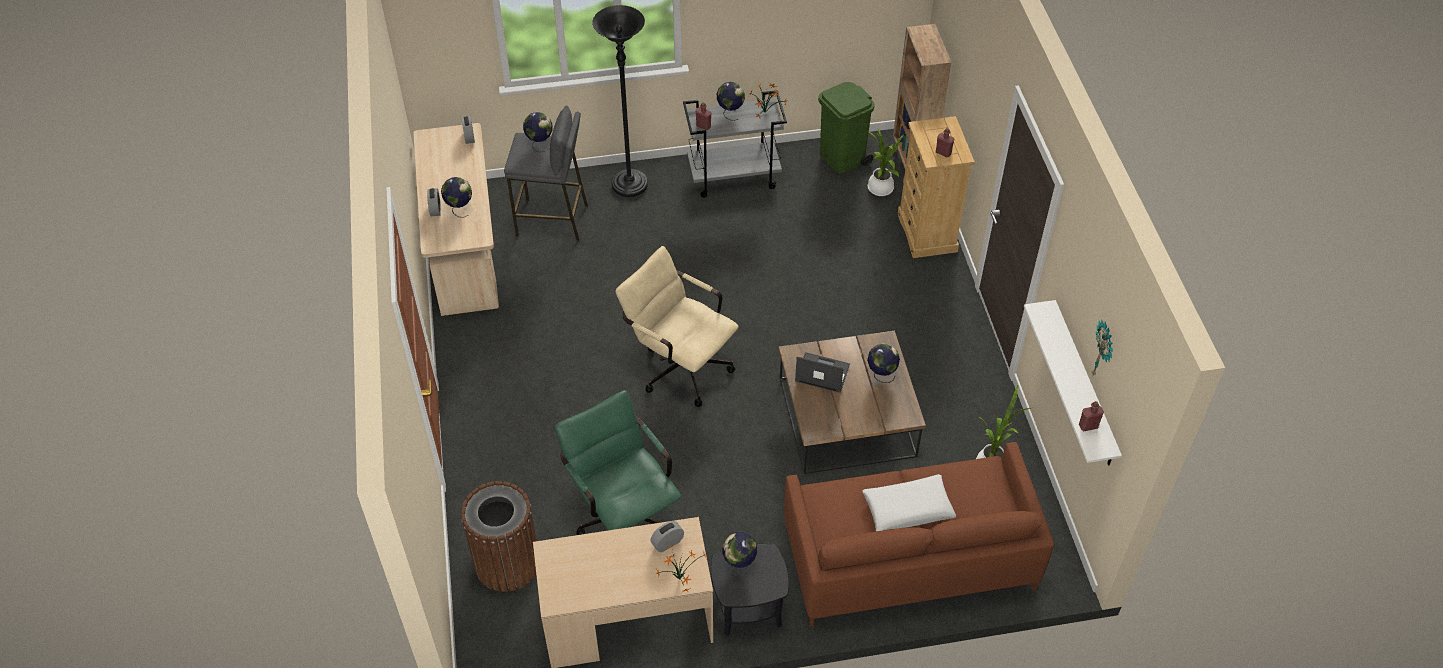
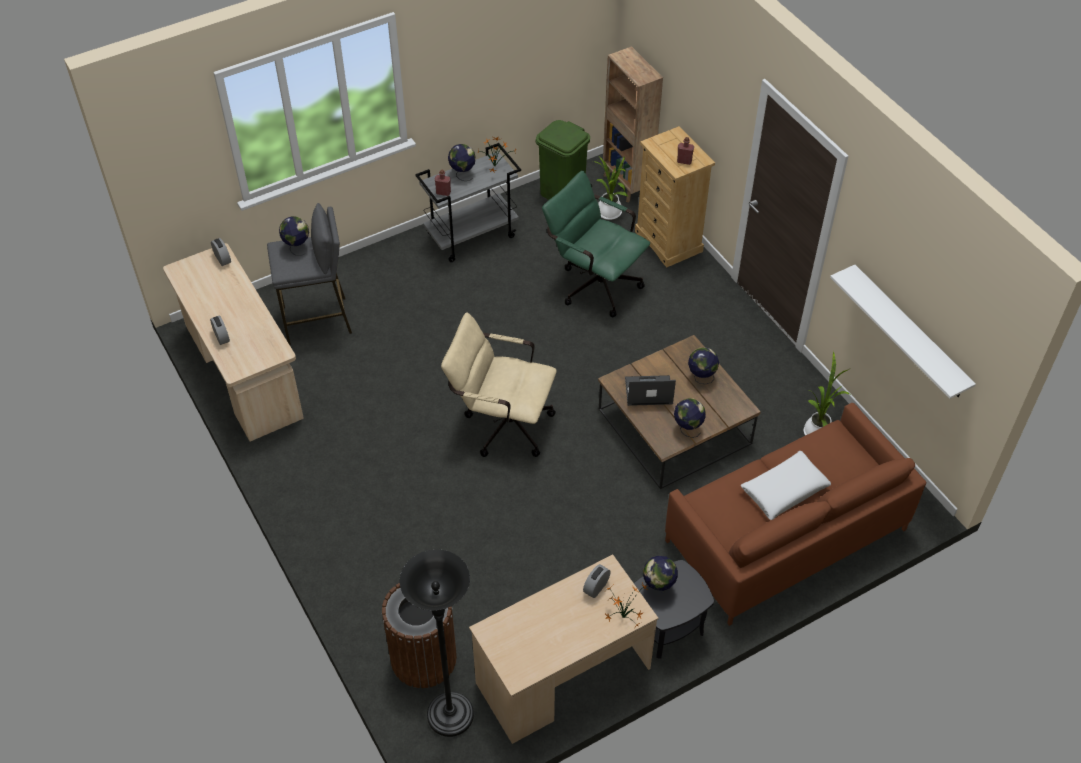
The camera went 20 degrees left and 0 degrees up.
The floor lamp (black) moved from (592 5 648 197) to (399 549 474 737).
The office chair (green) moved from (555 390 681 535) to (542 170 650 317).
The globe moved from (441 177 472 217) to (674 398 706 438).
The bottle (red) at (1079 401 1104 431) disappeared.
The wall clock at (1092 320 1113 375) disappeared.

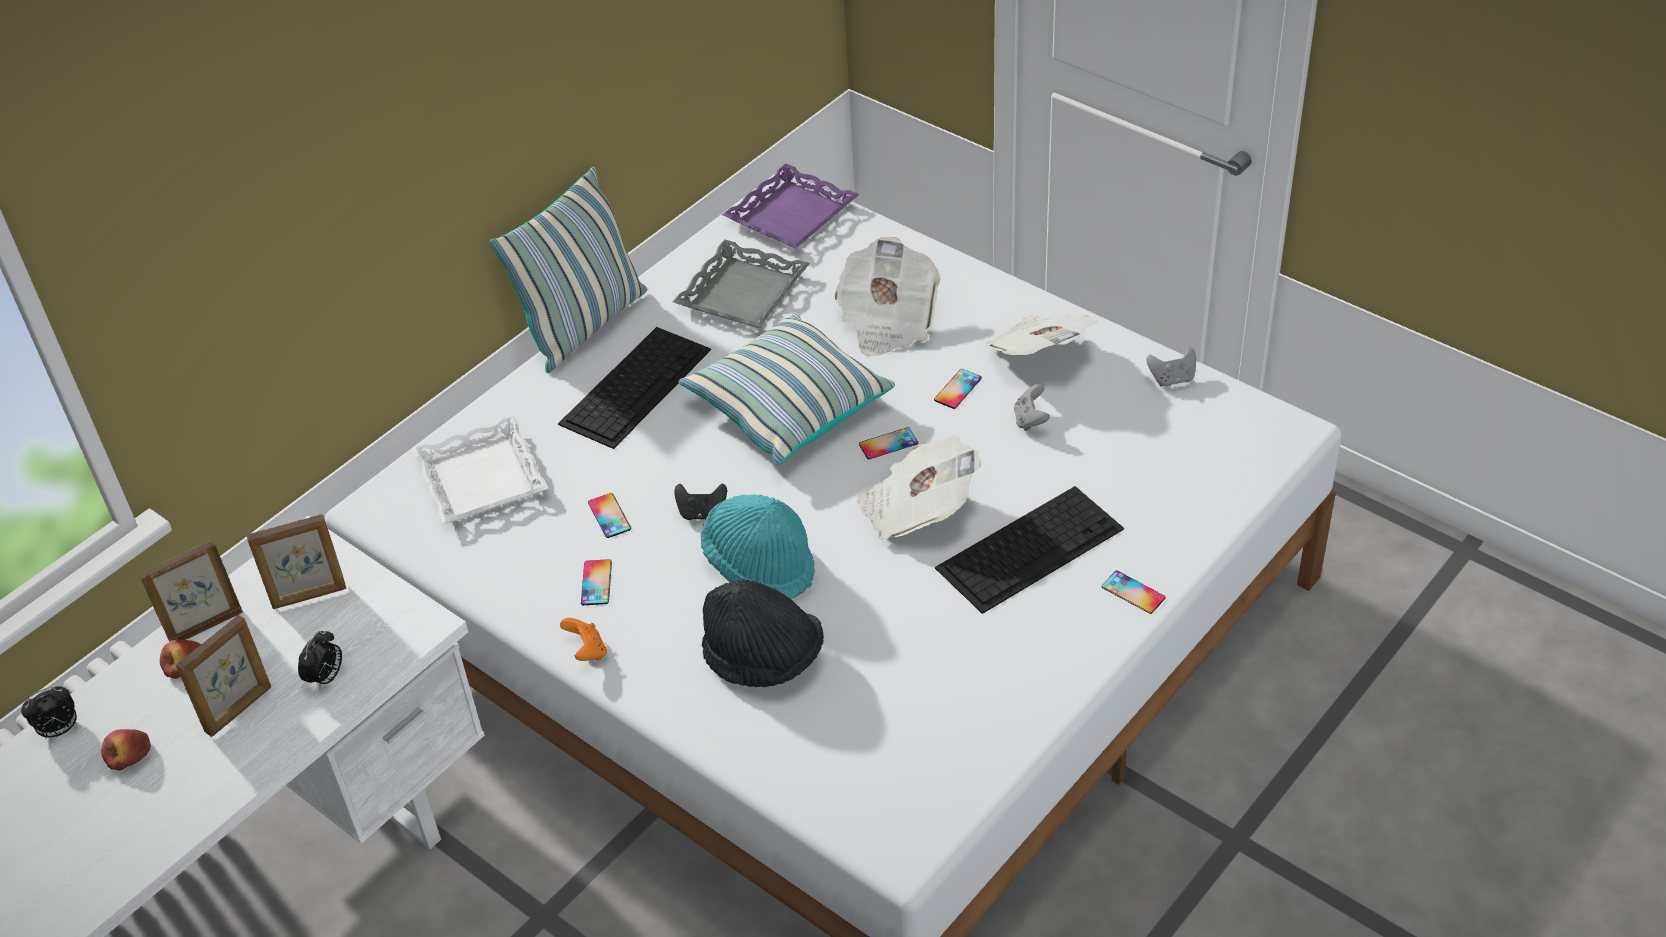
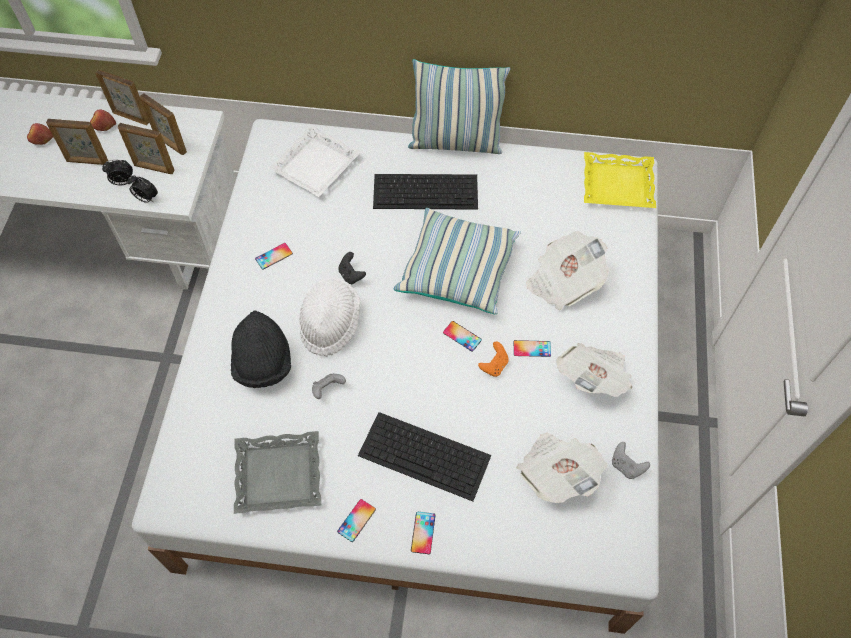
The camera went 55 degrees right and 15 degrees up.
The picture frame at (118 123 175 174) appeared.
The alarm clock moved from (21 686 78 739) to (127 175 158 203).
The tray (grey) moved from (673 239 810 328) to (234 431 321 514).
The hat (turquoise) at (701 494 815 599) became the hat (white) at (299 278 360 357).
The game controller (grey) moved from (1014 384 1050 431) to (312 373 346 399).
The phone moved from (588 493 631 538) to (337 499 376 542).
The game controller (orange) moved from (560 618 607 661) to (478 342 508 377).
The newspaper moved from (857 435 981 541) to (516 433 607 503).
The tray (purple) at (722 163 860 248) became the tray (yellow) at (584 152 656 208).

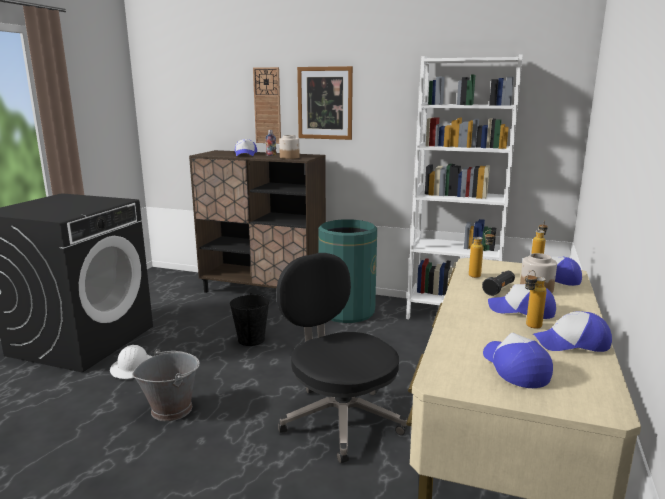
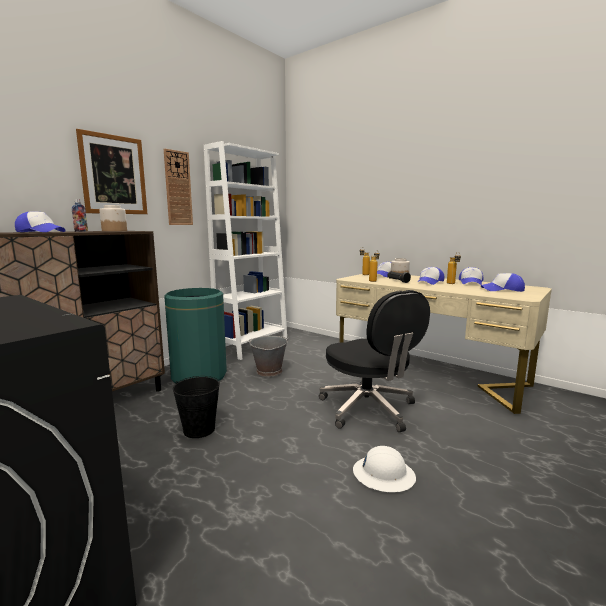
The camera went 70 degrees left and 5 degrees down.
The wall clock moved from (253 67 281 144) to (164 149 193 225).
The bucket (grey) moved from (132 349 200 421) to (247 336 289 377).
The office chair (black) at (277 253 407 464) turned 105 degrees counterclockwise.
The hard hat (white) moved from (110 345 153 379) to (353 446 416 492).

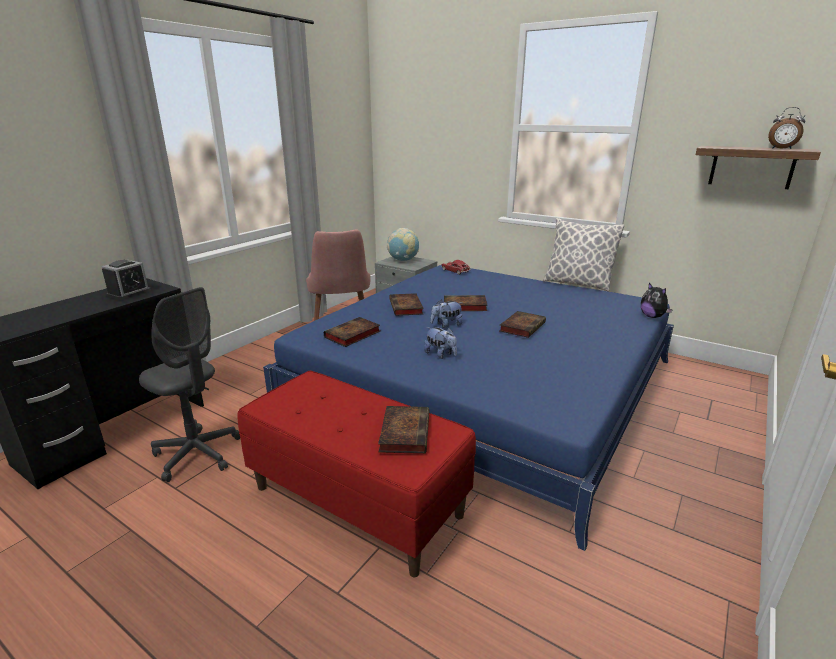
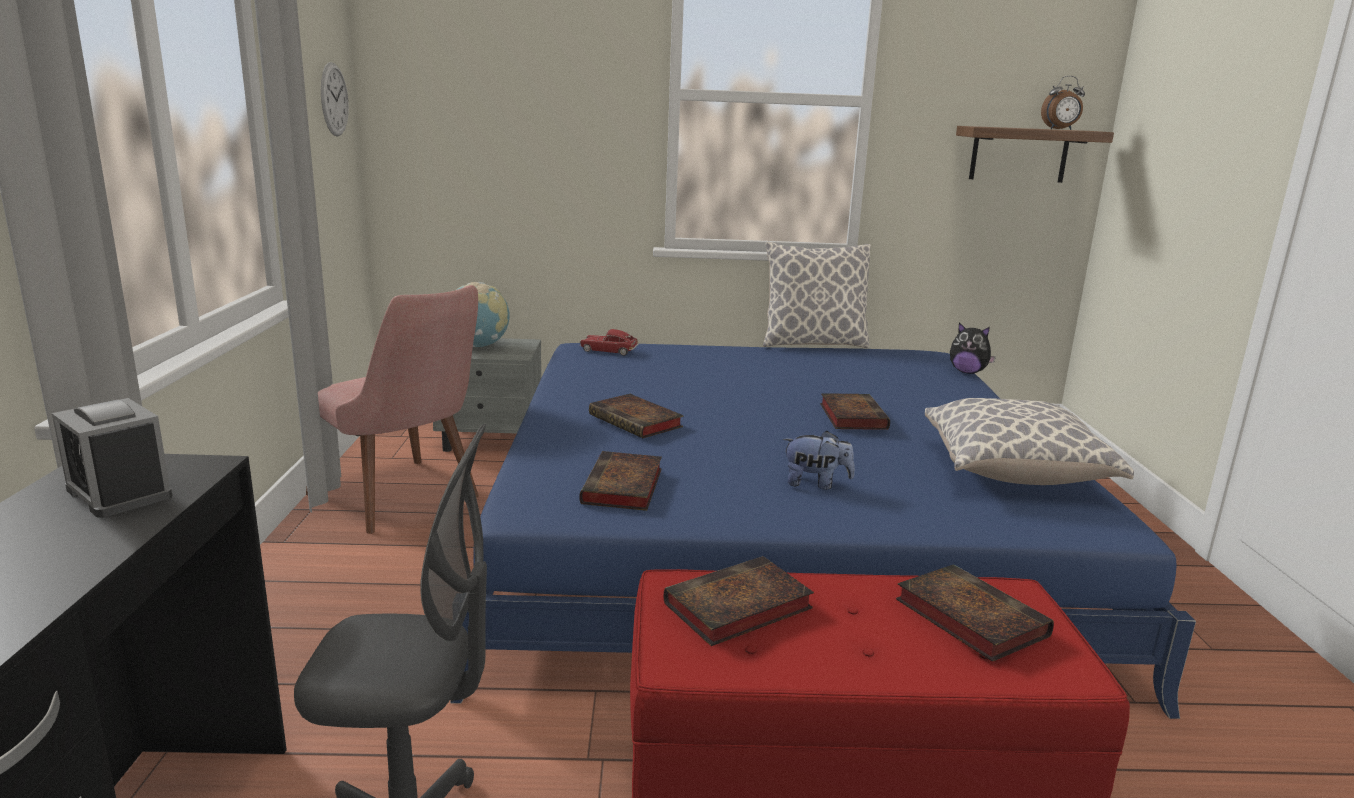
The camera went 35 degrees left and 5 degrees down.
The alarm clock at (102 260 151 300) turned 135 degrees clockwise.
The wall clock at (321 62 349 137) appeared.
The book moved from (444 295 488 311) to (664 556 814 646).
The pillow at (925 398 1134 485) appeared.
The plush toy at (430 299 462 328) disappeared.

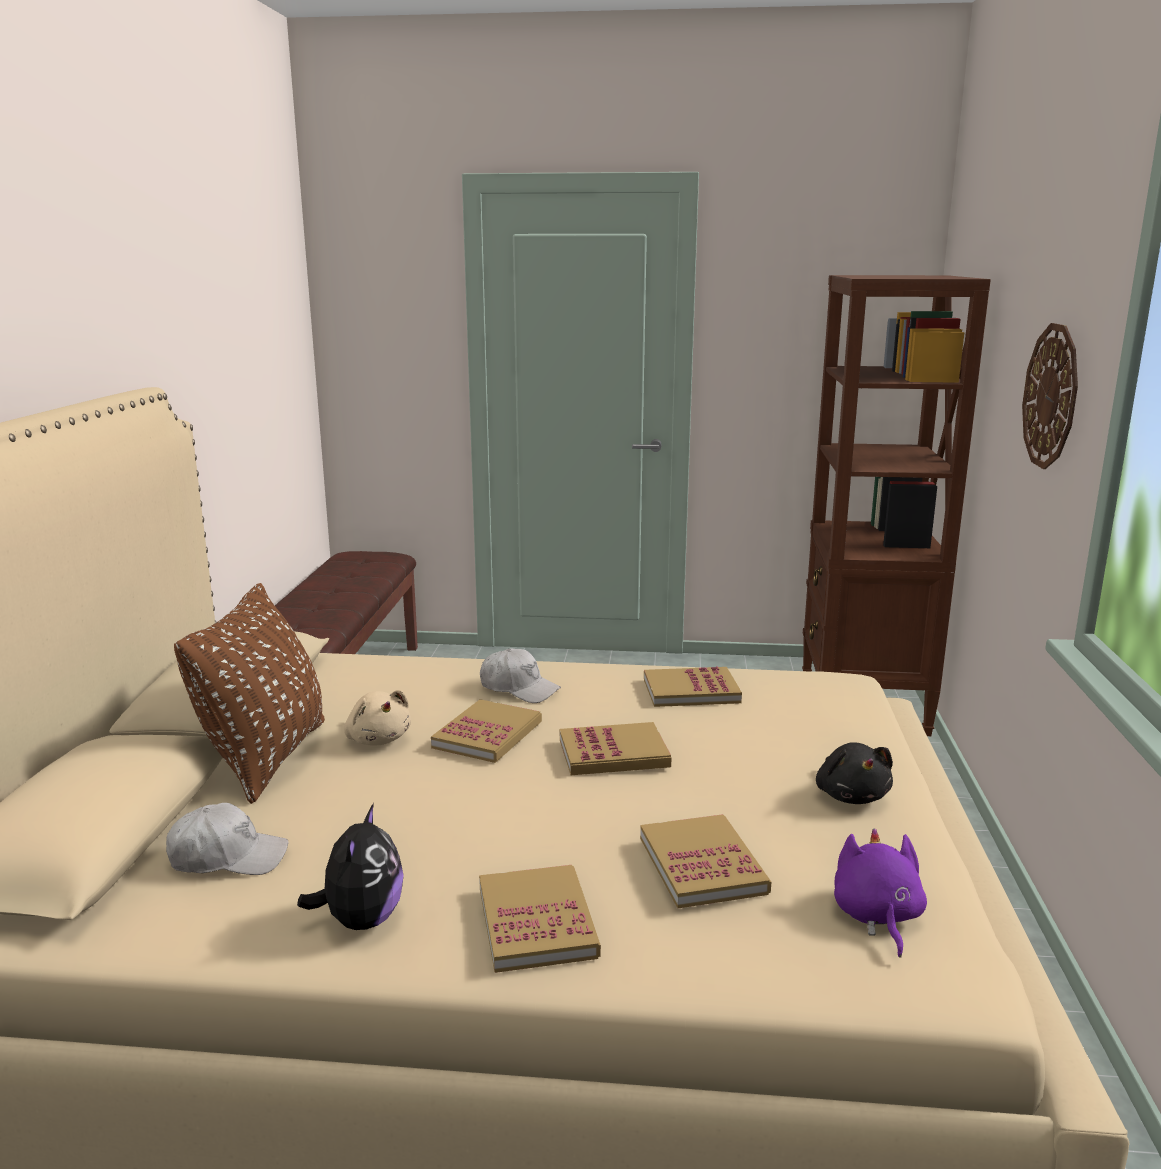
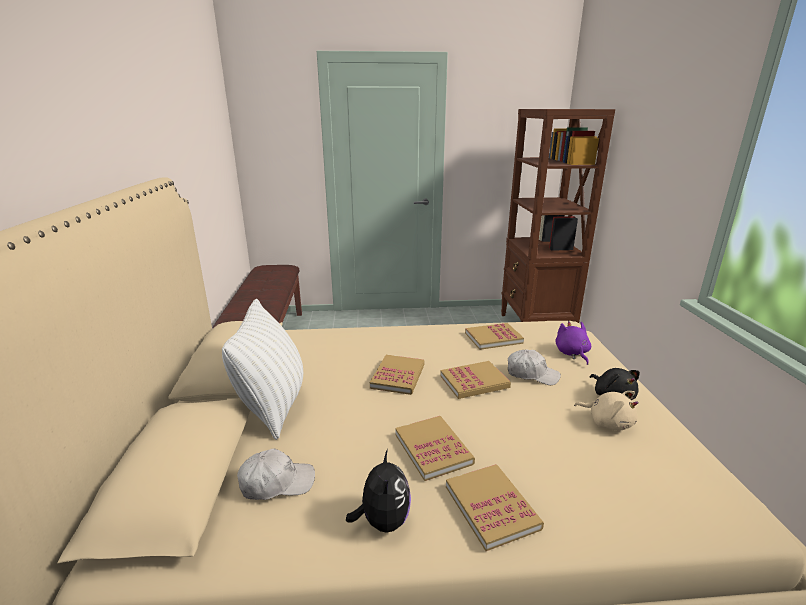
The camera went 10 degrees left and 5 degrees up.
The pillow (brown) at (174 583 325 804) became the pillow (white) at (222 299 303 440).
The book moved from (640 814 771 908) to (395 416 475 481).
The cap (white) moved from (480 648 561 703) to (508 349 561 385).
The plush toy (purple) moved from (834 828 927 958) to (555 321 591 365).
The plush toy (beige) moved from (344 690 411 745) to (574 391 639 431).
The wall clock at (1022 323 1078 469) disappeared.

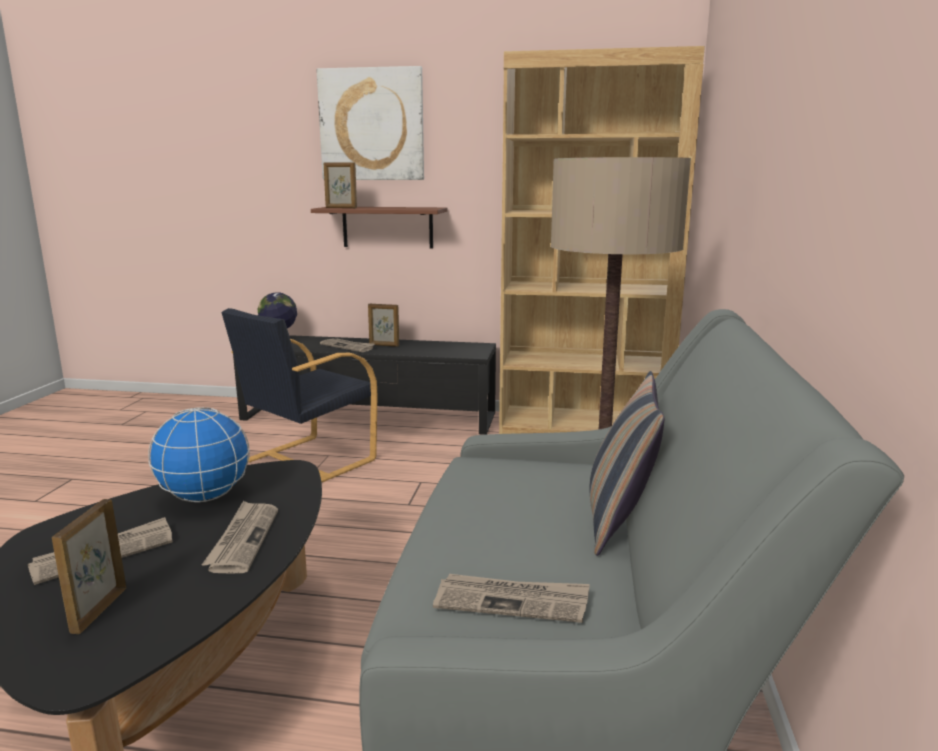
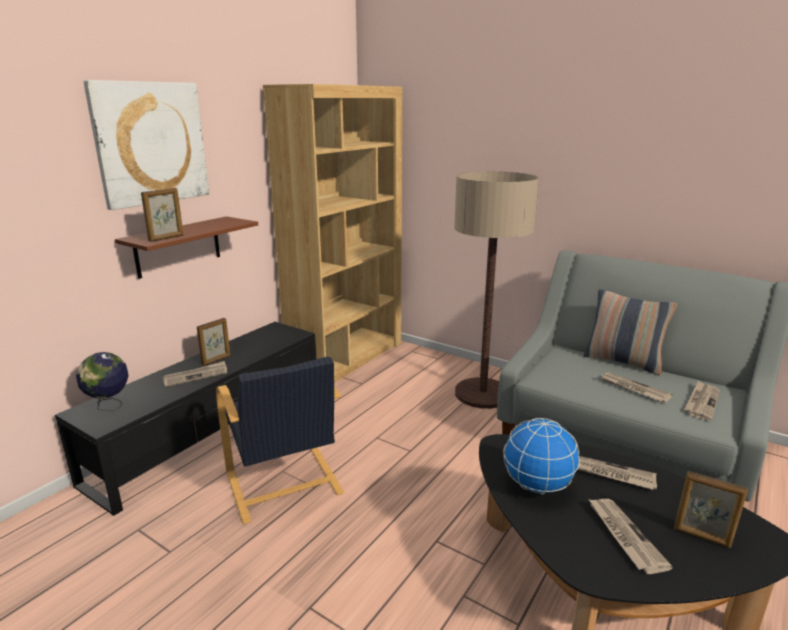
The camera went 65 degrees left and 5 degrees up.
The newspaper at (601 372 673 403) appeared.

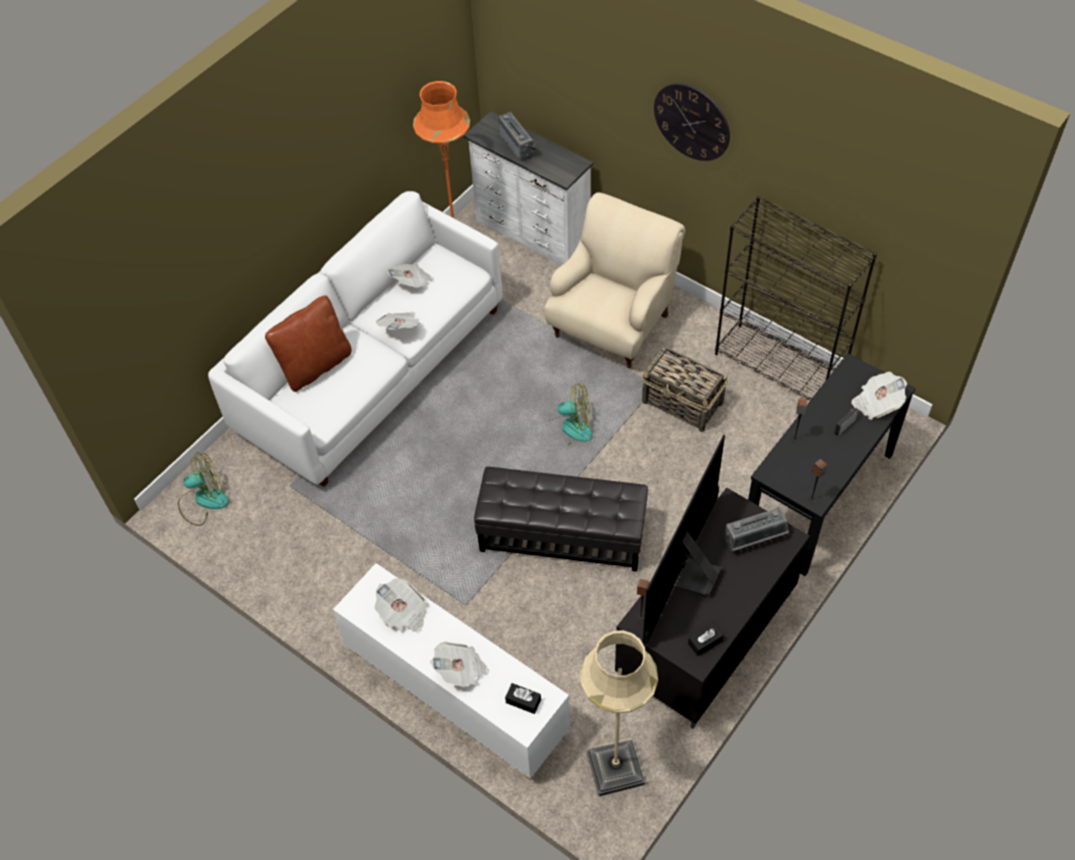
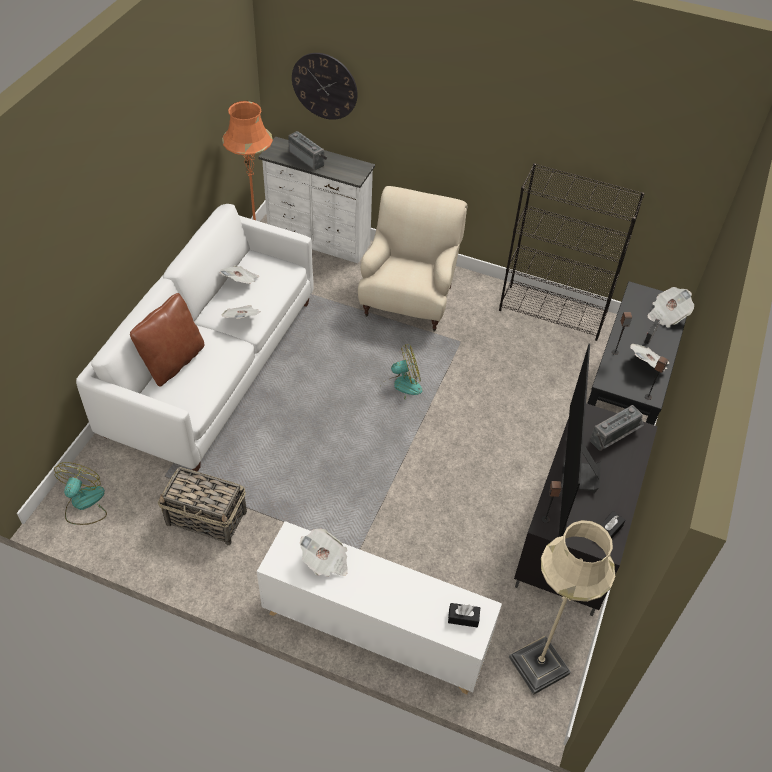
The camera went 20 degrees left and 5 degrees down.
The fan at (178 452 229 526) turned 45 degrees counterclockwise.
The basket moved from (641 347 728 432) to (158 467 247 545).
The wall clock moved from (654 83 730 161) to (292 53 357 120).
The newspaper moved from (430 641 489 688) to (630 344 669 371).
The ottoman (black) at (474 467 648 572) disappeared.

